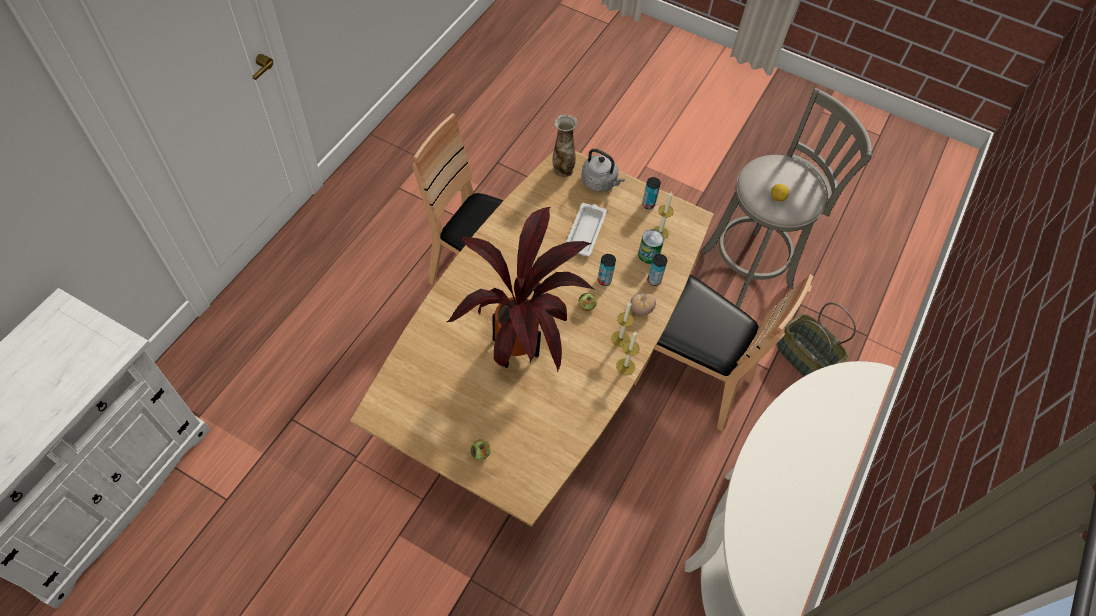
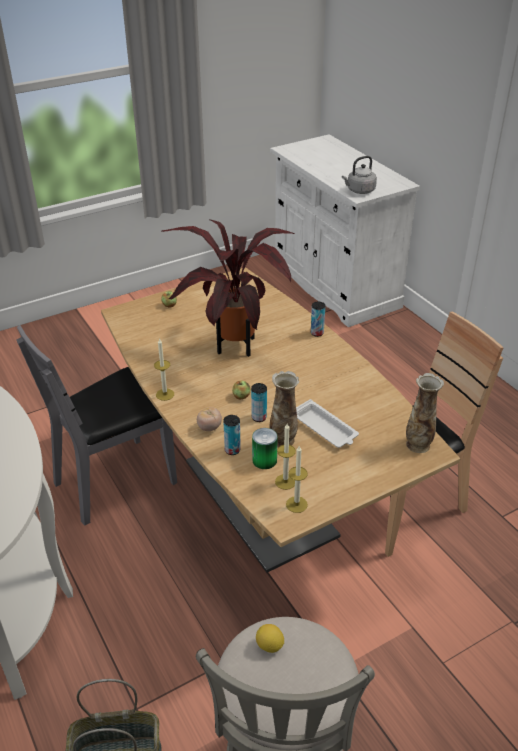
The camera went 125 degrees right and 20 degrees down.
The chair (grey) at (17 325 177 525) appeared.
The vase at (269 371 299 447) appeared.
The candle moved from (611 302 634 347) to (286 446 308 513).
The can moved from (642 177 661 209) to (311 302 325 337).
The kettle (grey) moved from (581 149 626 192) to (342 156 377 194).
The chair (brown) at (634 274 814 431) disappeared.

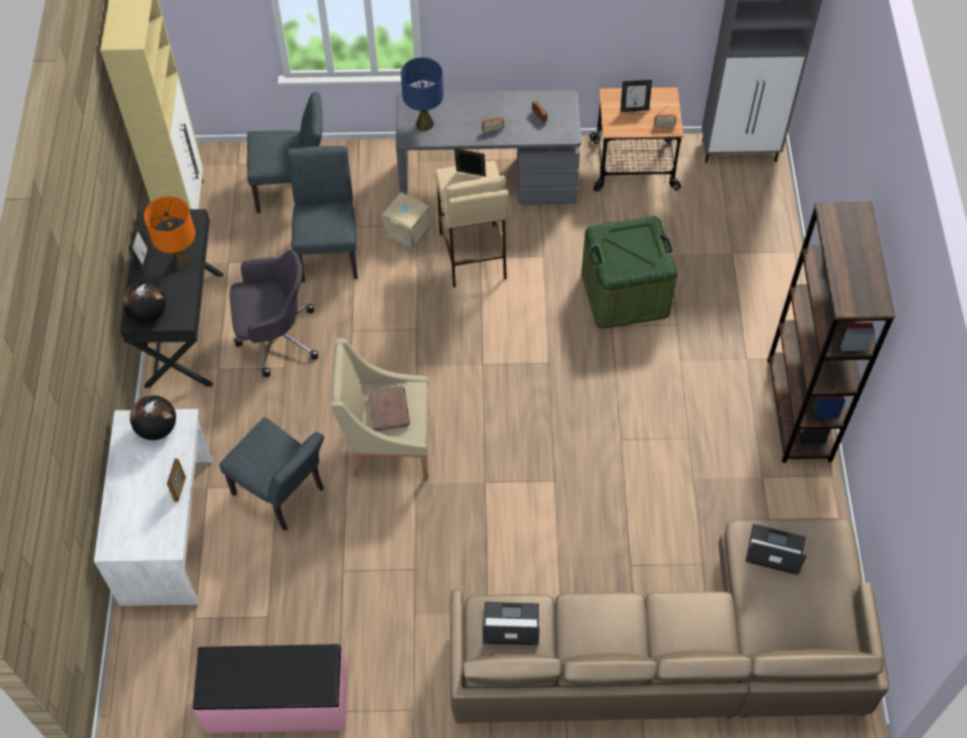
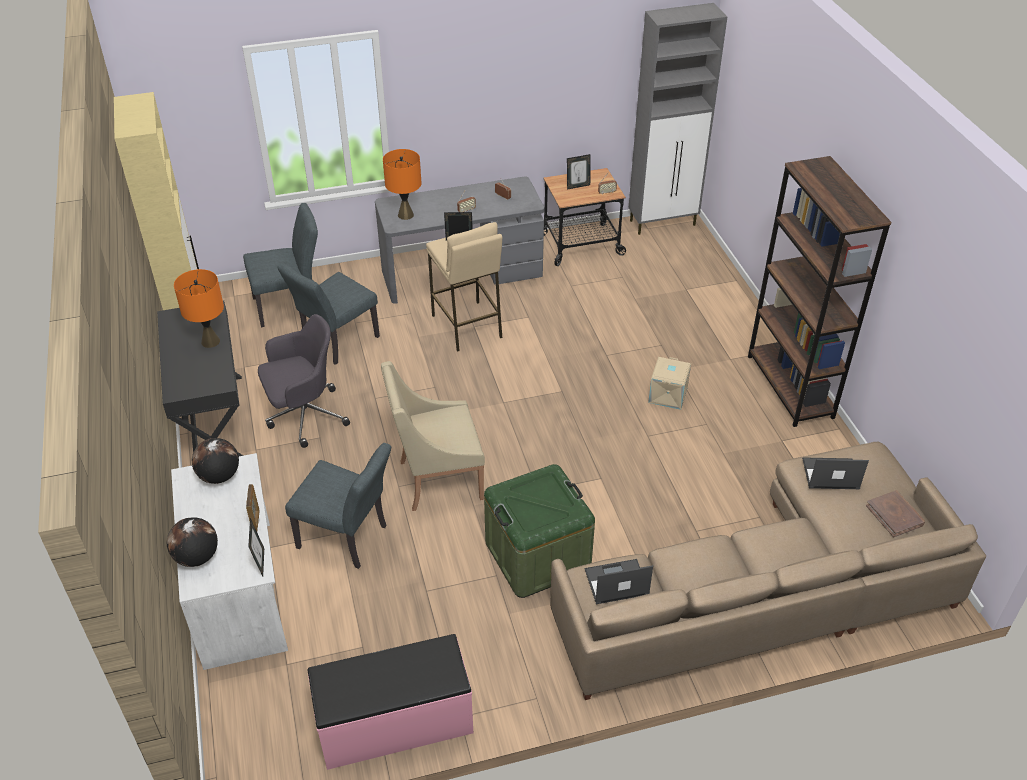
The camera went 15 degrees left and 15 degrees down.
The globe moved from (122 281 166 324) to (167 517 218 567).
The picture frame moved from (129 223 151 273) to (248 518 264 577).
The chair (grey) at (287 146 358 282) turned 120 degrees counterclockwise.
The table lamp (blue) at (401 57 444 131) became the table lamp (orange) at (383 149 422 220).
The storage box (green) moved from (581 216 677 329) to (484 464 595 598).
The storage box (beige) moved from (382 192 431 250) to (648 357 691 410).
The book (brown) moved from (368 386 410 431) to (866 490 925 537).

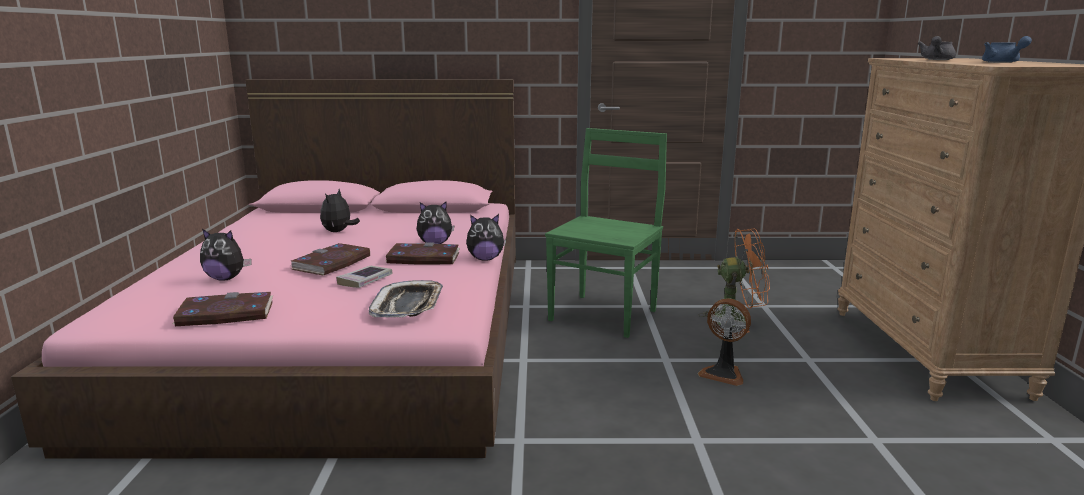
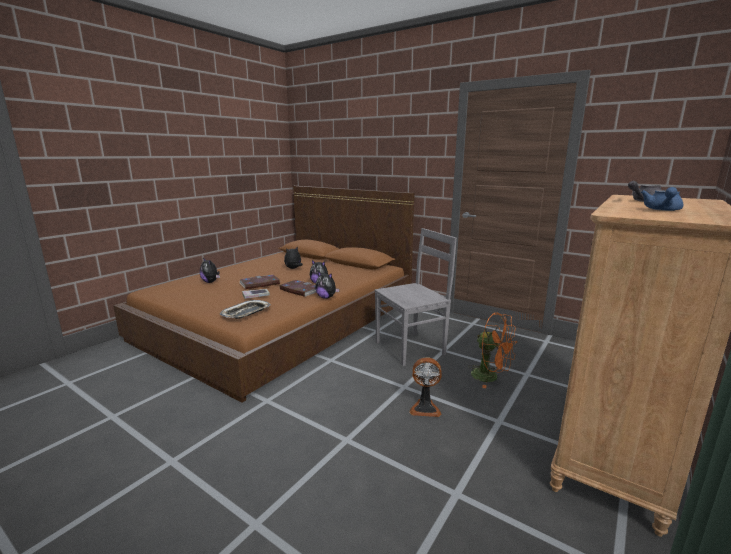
The camera went 35 degrees right and 0 degrees up.
The bed (pink) at (11 79 516 459) became the bed (brown) at (113 186 415 403).
The chair (green) at (545 128 667 338) became the chair (grey) at (374 228 457 366).
The fan at (698 298 751 386) turned 60 degrees counterclockwise.
The book at (173 292 273 326) disappeared.

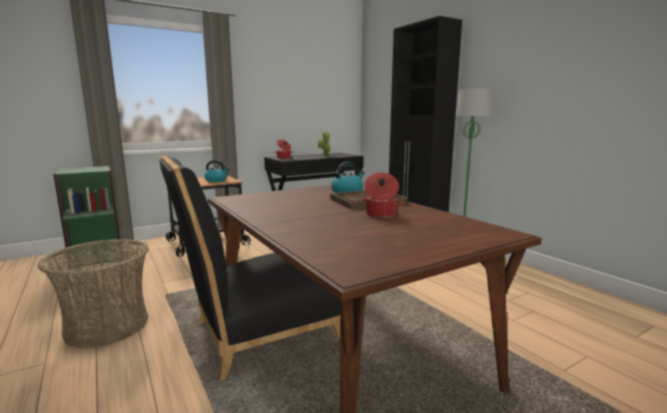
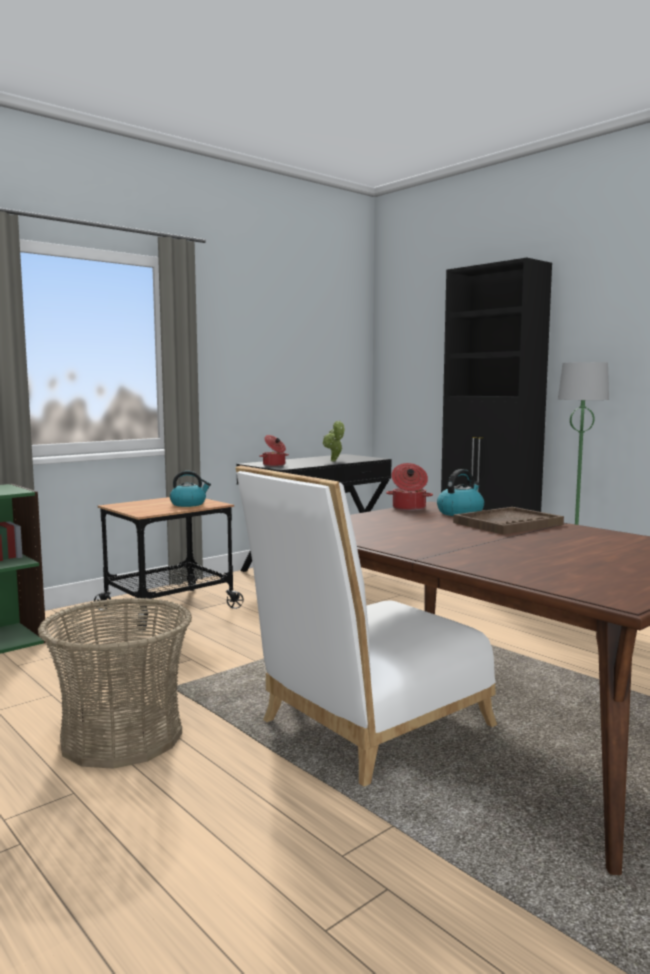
The camera went 10 degrees left and 5 degrees down.
The chair (black) at (159 155 340 380) became the chair (white) at (236 465 497 786).
The cooking pot moved from (361 172 403 218) to (386 463 433 511).

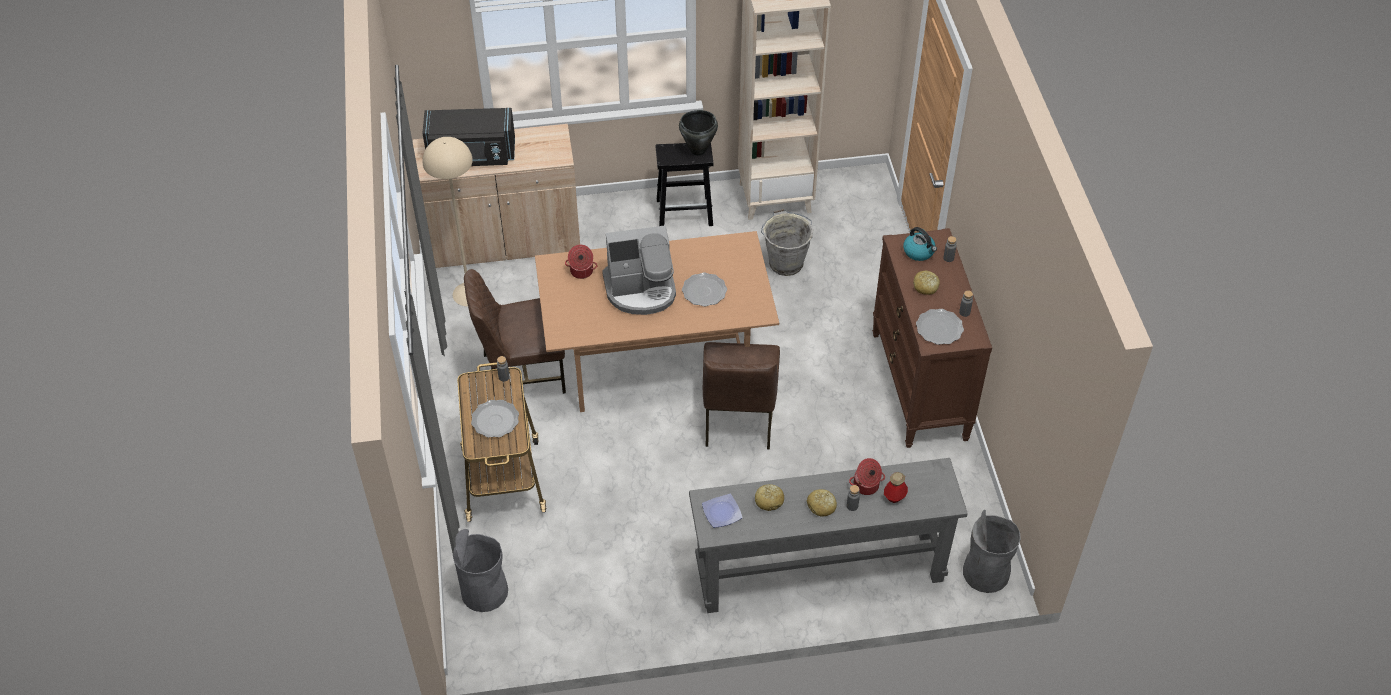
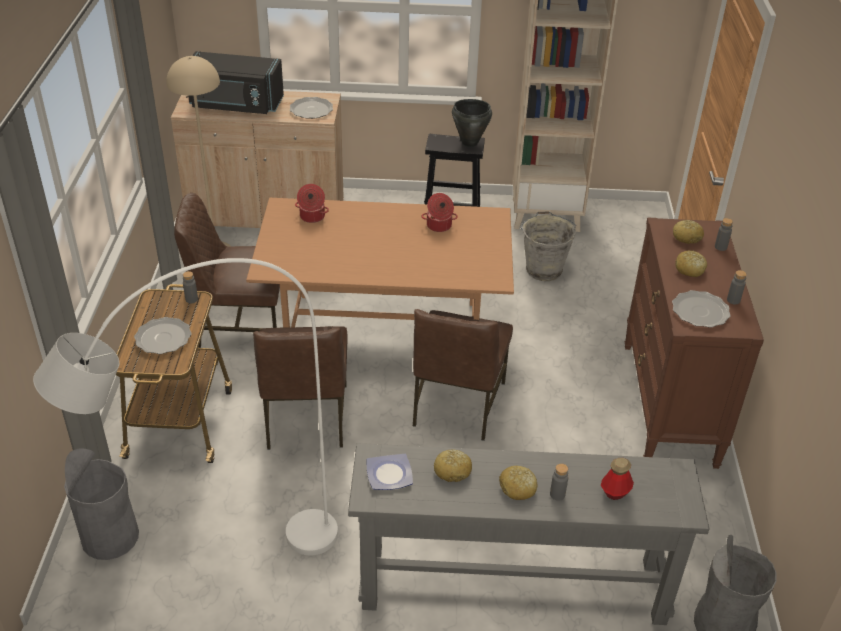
The camera went 10 degrees right and 10 degrees down.
The floor lamp (white) at (33 258 338 555) appeared.
The chair (brown) at (253 326 348 450) appeared.
The plate moved from (682 273 727 307) to (290 97 333 119).
The cooking pot moved from (849 458 885 495) to (422 193 458 232).
The kettle at (903 227 937 261) was replaced by the bread at (673 220 704 244).
The coffee machine at (602 225 676 315) disappeared.

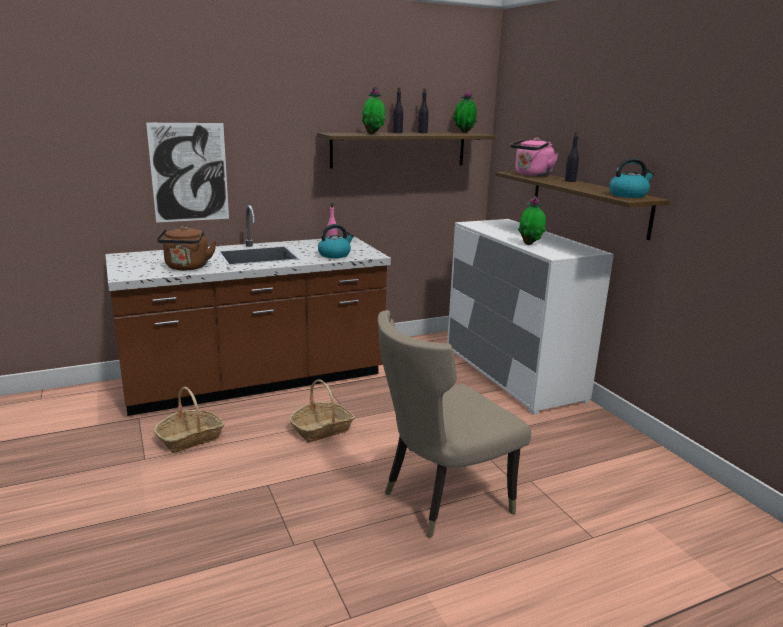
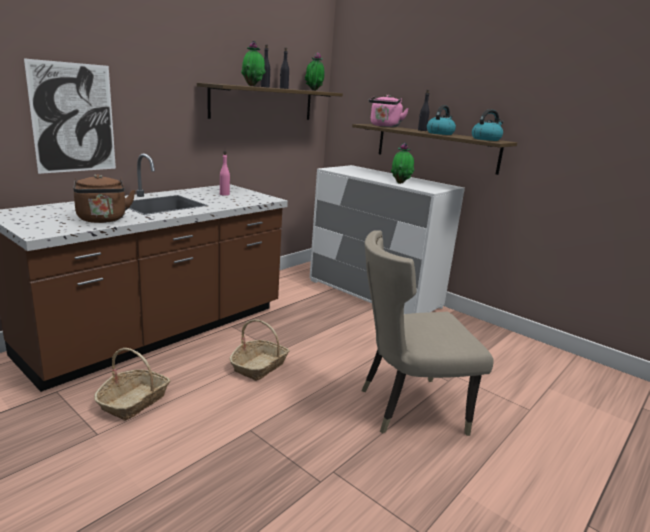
The camera went 25 degrees left and 0 degrees up.
The chair (beige) at (378 310 531 538) turned 45 degrees clockwise.
The kettle moved from (318 224 354 258) to (427 105 456 135).

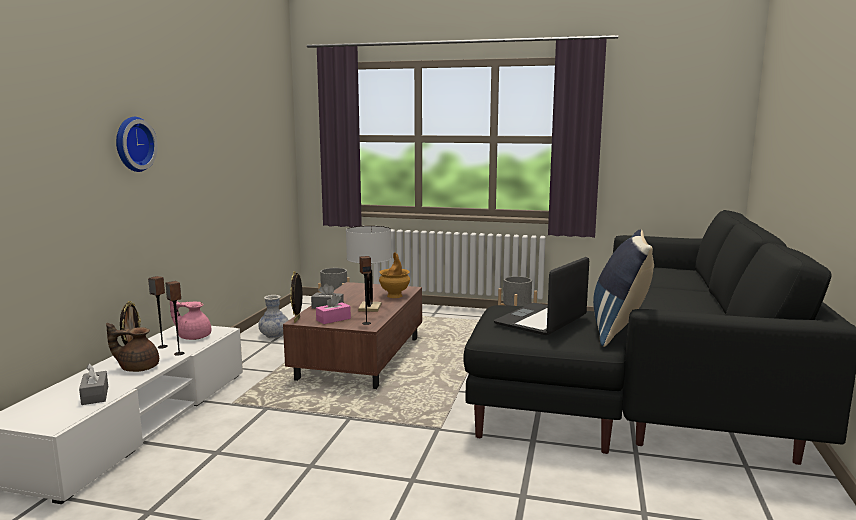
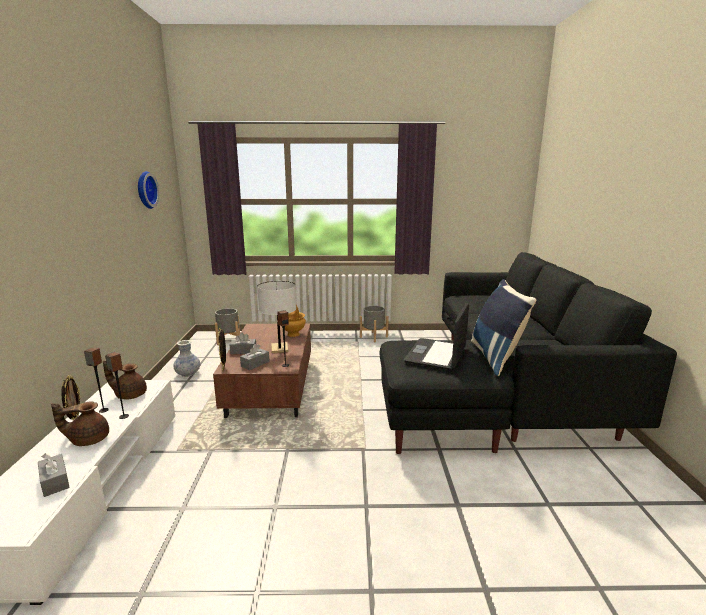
The camera went 15 degrees left and 5 degrees up.
The teapot (pink) at (170 301 211 340) became the teapot (brown) at (103 361 147 399).
The wall clock moved from (116 117 158 172) to (138 171 159 209).
The tissue box (pink) at (316 294 351 324) became the tissue box (grey) at (240 344 270 370).

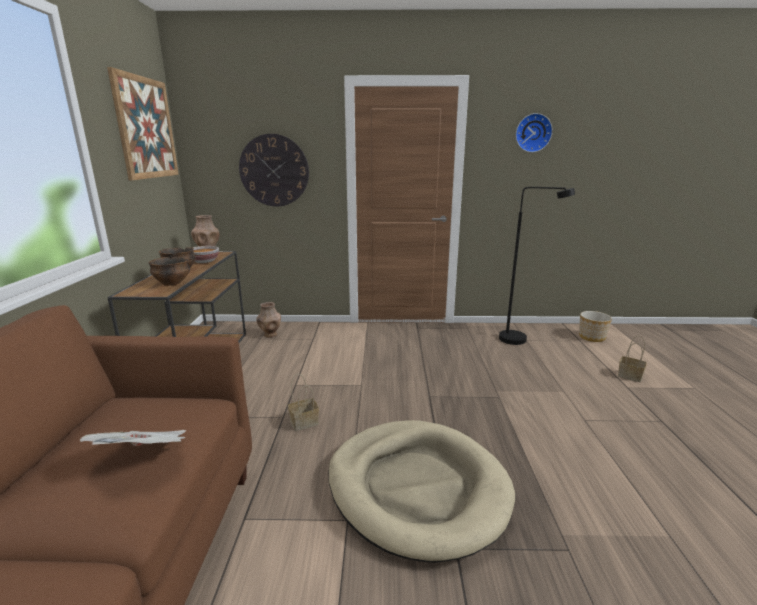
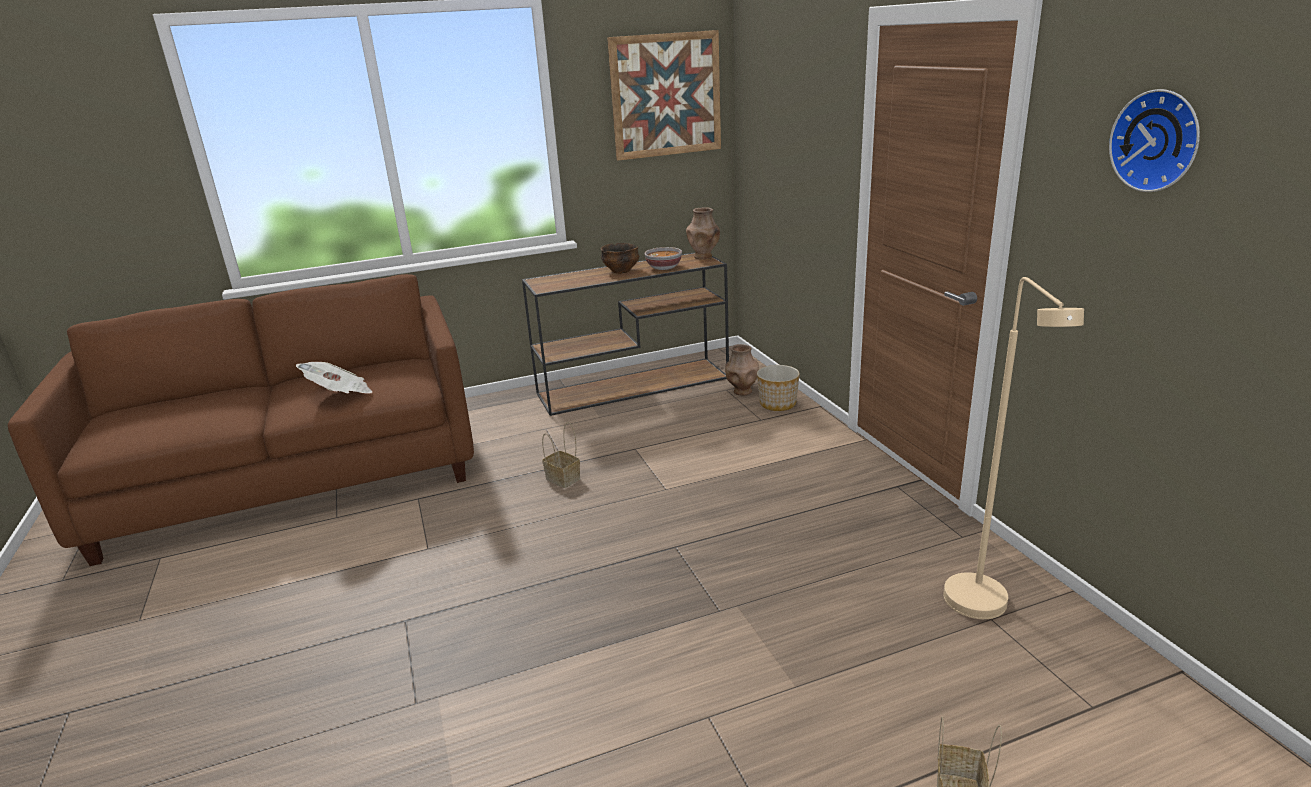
The camera went 70 degrees right and 5 degrees up.
The planter moved from (579 311 612 342) to (757 365 800 411).
The floor lamp (black) at (499 187 575 345) became the floor lamp (beige) at (943 277 1084 619).
The bowl at (148 257 190 286) disappeared.
The wall clock at (239 134 309 206) disappeared.
The dog bed (beige) at (328 420 515 563) disappeared.

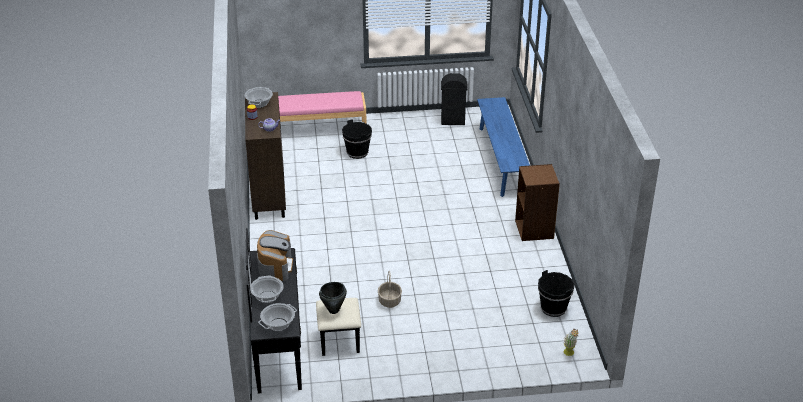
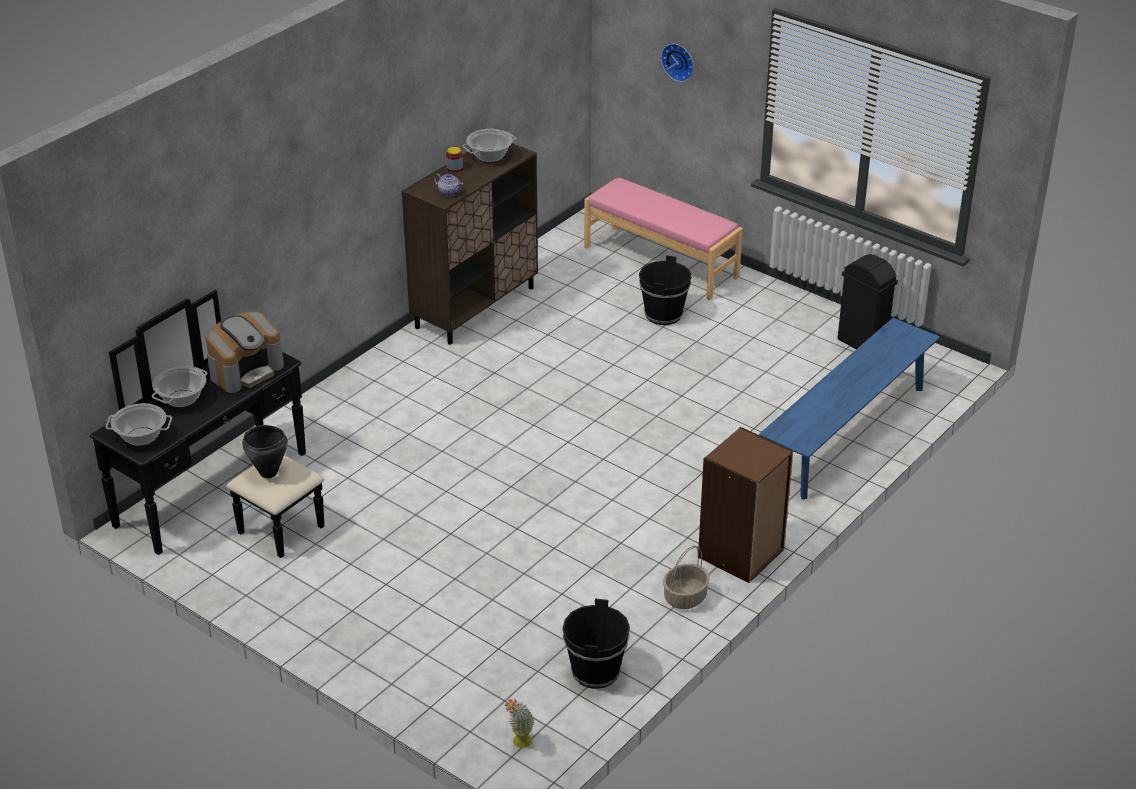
The camera went 45 degrees right and 0 degrees up.
The wall clock at (661 44 694 82) appeared.
The basket moved from (378 271 402 308) to (663 545 710 609).

